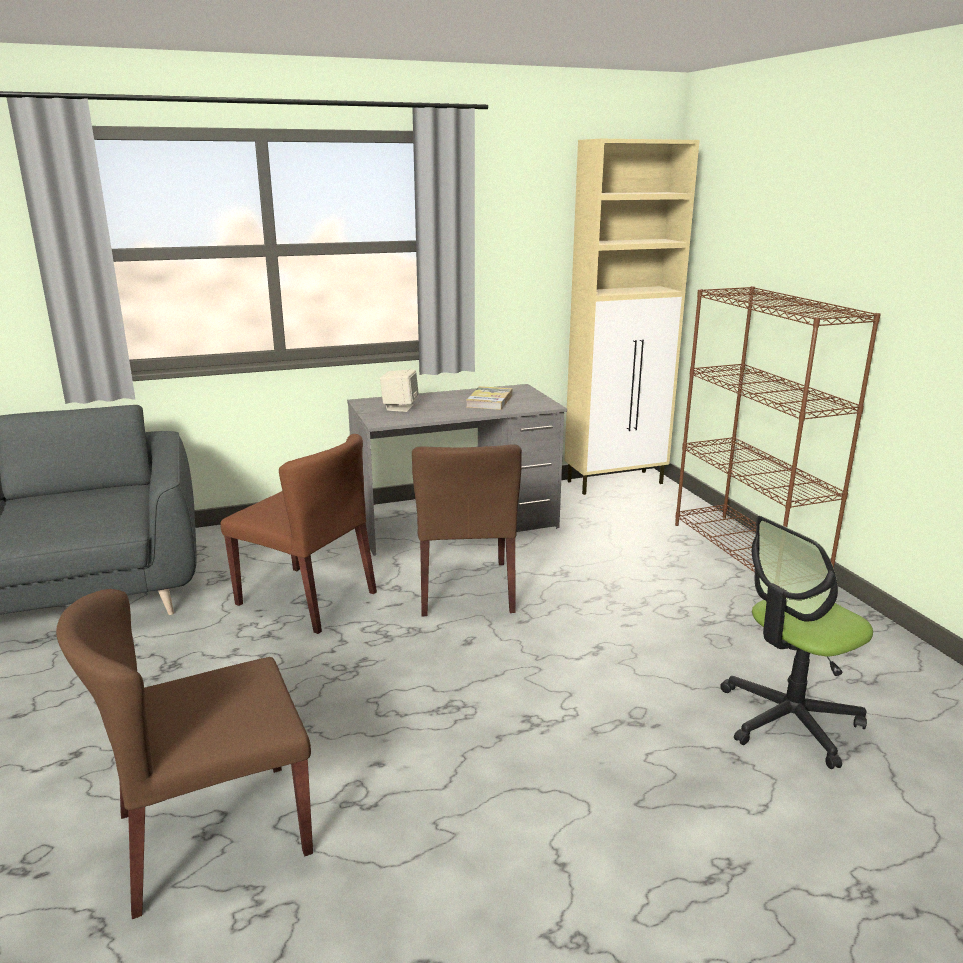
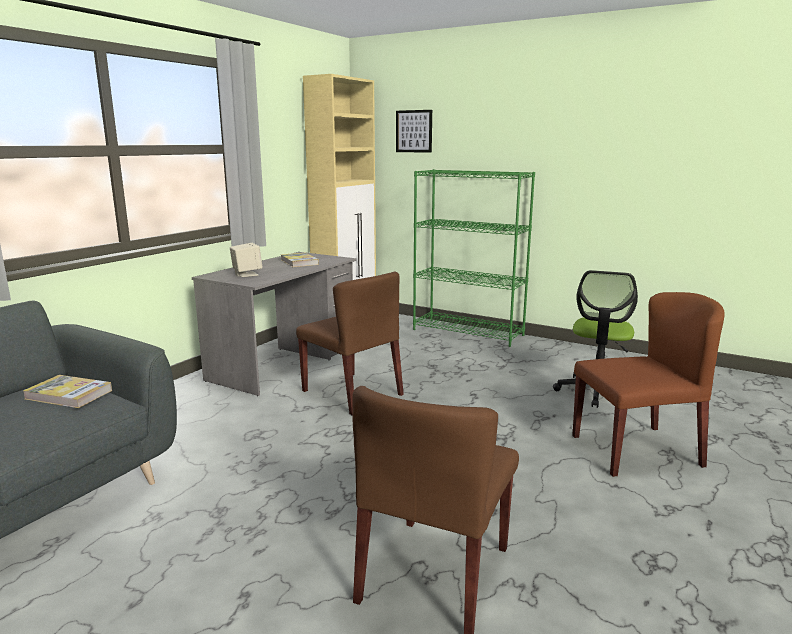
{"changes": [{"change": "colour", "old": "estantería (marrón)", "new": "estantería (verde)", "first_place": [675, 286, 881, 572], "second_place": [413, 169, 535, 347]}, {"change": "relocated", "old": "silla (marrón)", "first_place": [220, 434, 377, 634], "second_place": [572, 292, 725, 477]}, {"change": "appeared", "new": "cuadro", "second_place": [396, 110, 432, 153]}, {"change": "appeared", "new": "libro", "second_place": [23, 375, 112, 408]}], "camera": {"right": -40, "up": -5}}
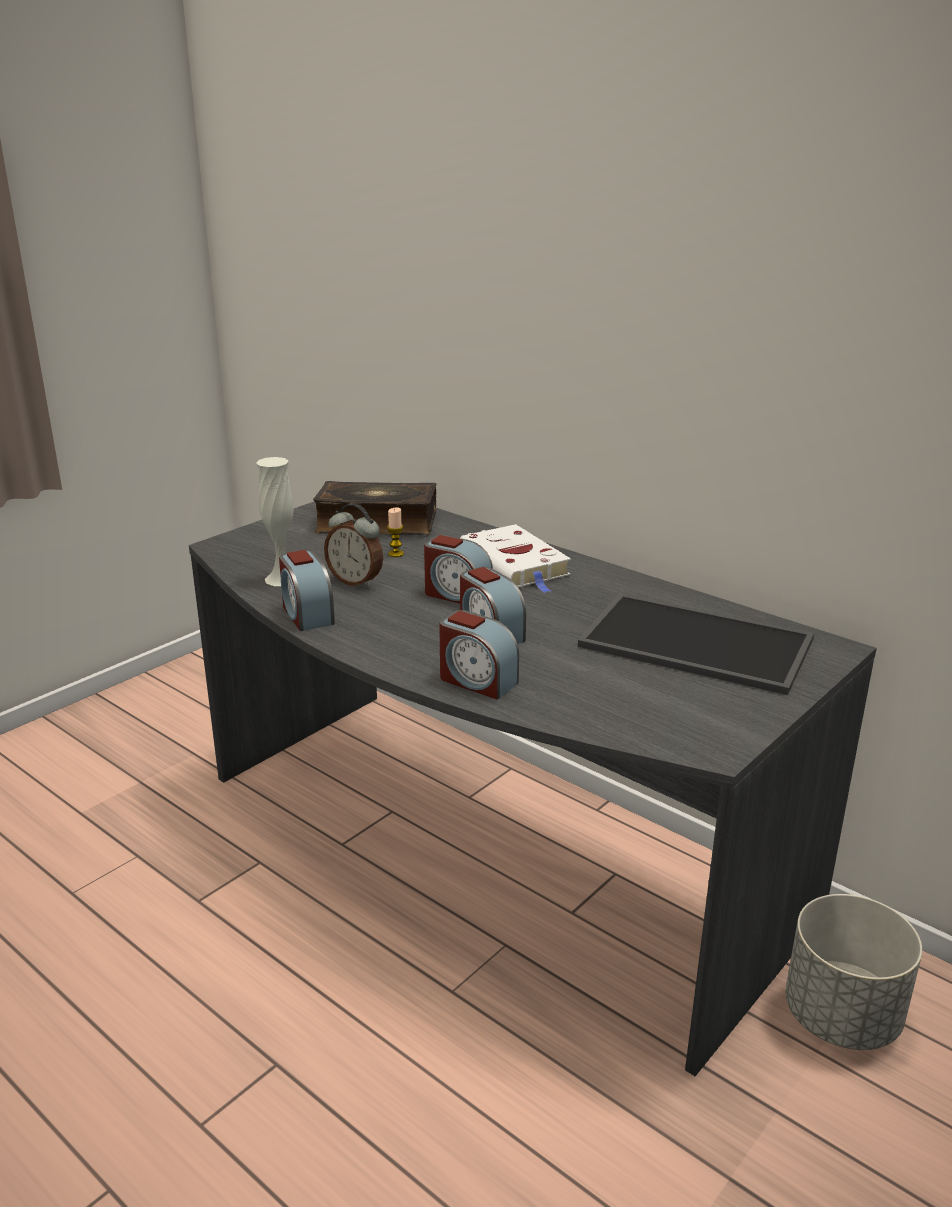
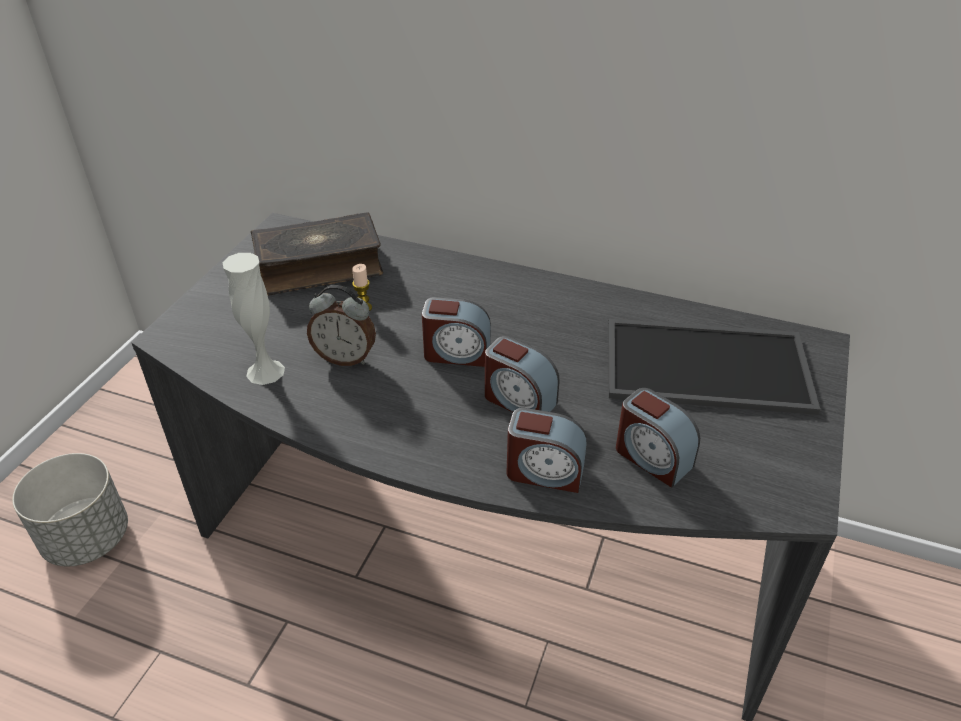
{"changes": [{"change": "missing", "old": "libro (blanco)", "first_place": [460, 524, 571, 593]}, {"change": "relocated", "old": "despertador", "first_place": [279, 550, 335, 631], "second_place": [616, 388, 700, 488]}, {"change": "relocated", "old": "maceta (gris)", "first_place": [786, 894, 922, 1050], "second_place": [12, 453, 128, 566]}], "camera": {"right": -20, "up": 15}}
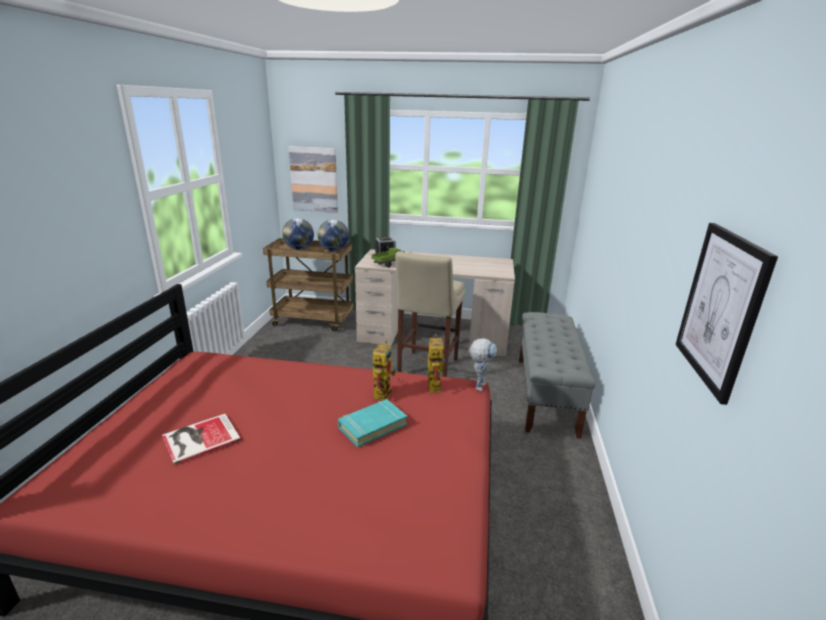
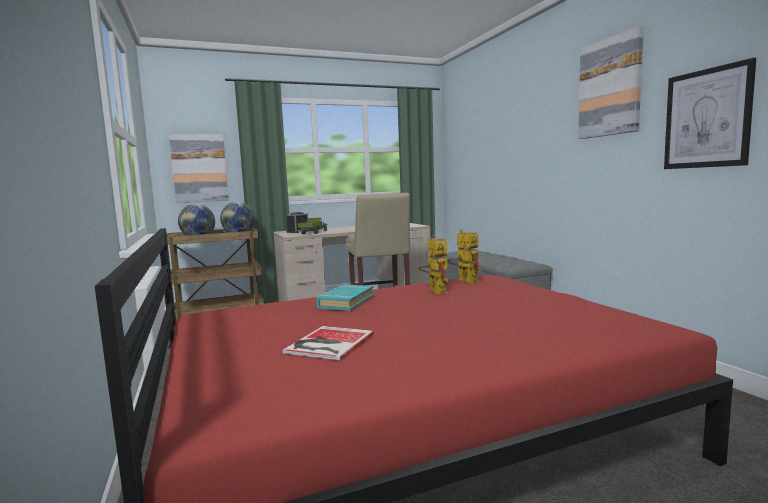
{"changes": [{"change": "missing", "old": "robot de juguete", "first_place": [470, 338, 497, 391]}, {"change": "relocated", "old": "libro (turquesa)", "first_place": [338, 399, 407, 447], "second_place": [316, 284, 374, 311]}, {"change": "appeared", "new": "cuadro", "second_place": [578, 26, 643, 139]}], "camera": {"right": -30, "up": -15}}
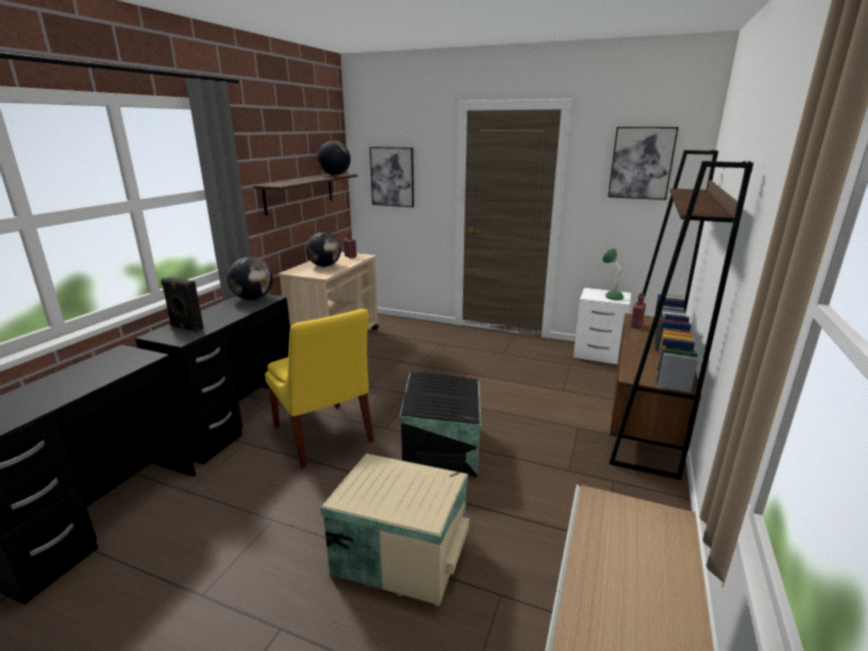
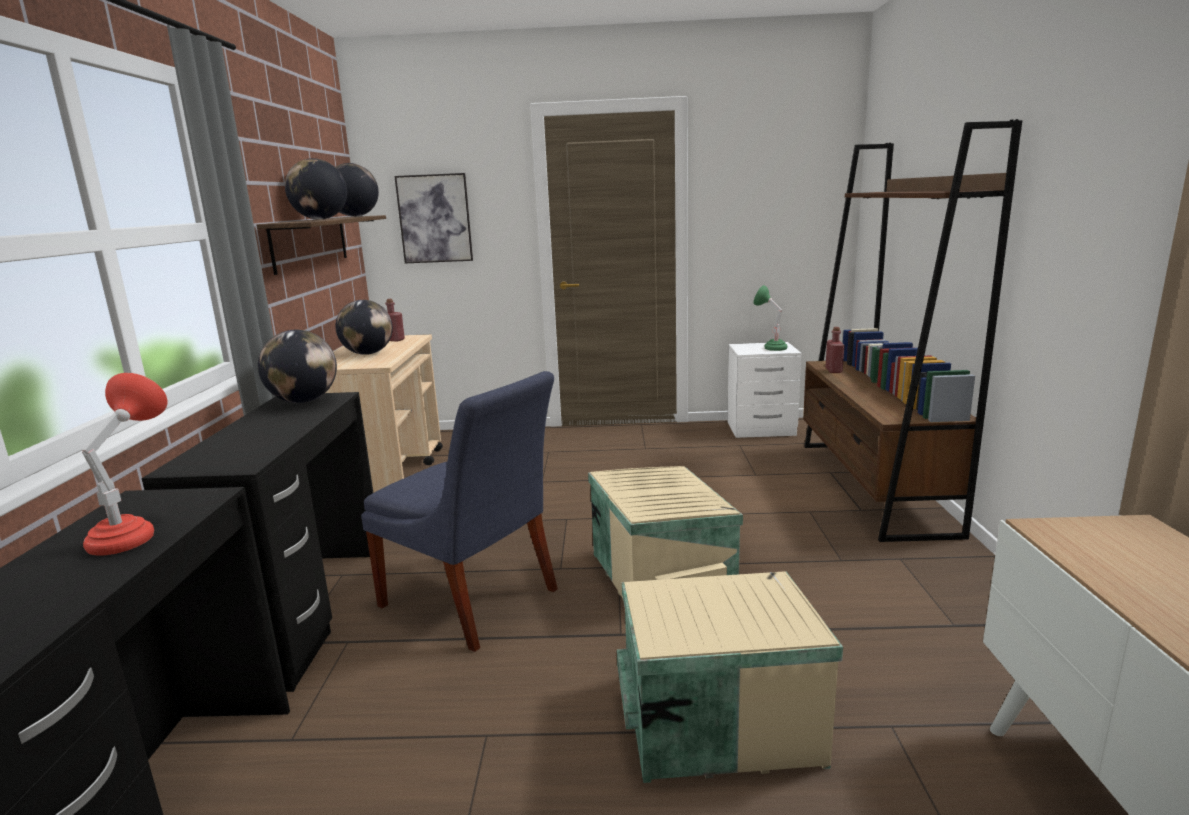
{"changes": [{"change": "missing", "old": "cuadro", "first_place": [608, 127, 679, 200]}, {"change": "missing", "old": "altavoz (negro)", "first_place": [161, 277, 204, 332]}, {"change": "colour", "old": "silla (amarillo)", "new": "silla (azul)", "first_place": [265, 309, 374, 468], "second_place": [361, 371, 558, 652]}, {"change": "colour", "old": "caja de almacenaje (negro)", "new": "caja de almacenaje (beis)", "first_place": [399, 372, 481, 477], "second_place": [588, 466, 743, 598]}, {"change": "appeared", "new": "globo terráqueo", "second_place": [285, 158, 347, 220]}, {"change": "appeared", "new": "lámpara de mesa (rojo)", "second_place": [82, 373, 168, 556]}], "camera": {"right": -20, "up": -5}}
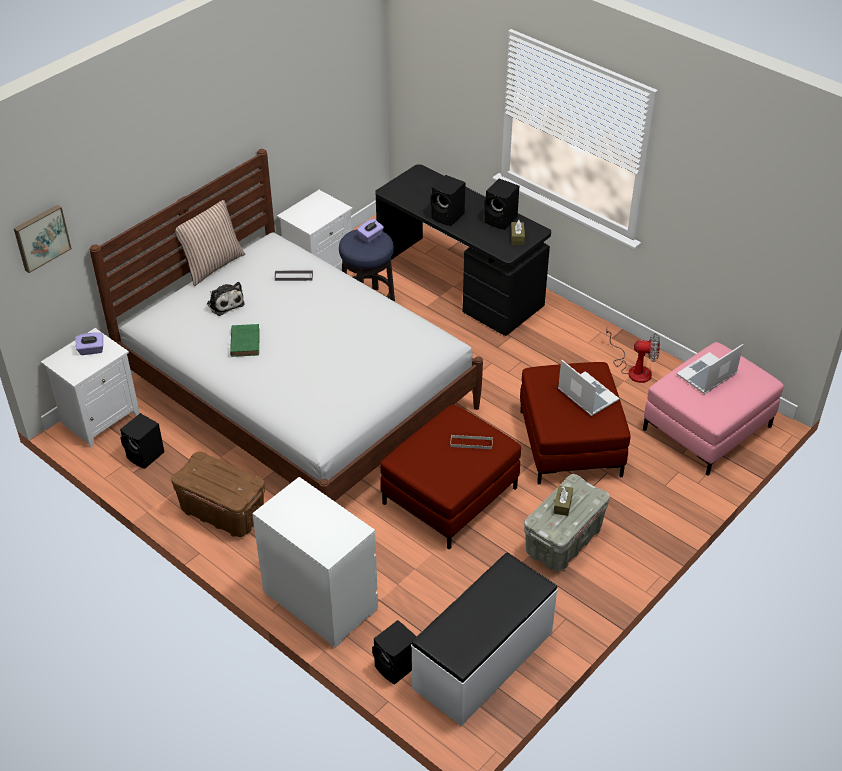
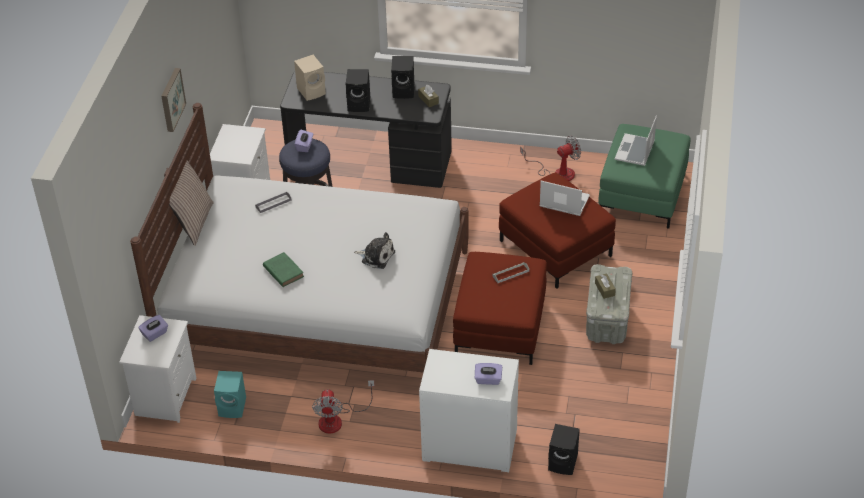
{"changes": [{"change": "relocated", "old": "cuadro", "first_place": [14, 205, 72, 273], "second_place": [161, 68, 186, 132]}, {"change": "relocated", "old": "peluche", "first_place": [207, 282, 244, 316], "second_place": [354, 232, 395, 269]}, {"change": "colour", "old": "puf (rosa)", "new": "puf (verde)", "first_place": [643, 342, 784, 476], "second_place": [598, 124, 691, 229]}, {"change": "colour", "old": "altavoz (negro)", "new": "altavoz (turquesa)", "first_place": [120, 413, 164, 469], "second_place": [214, 371, 246, 418]}, {"change": "exchanged", "old": "caja de almacenaje (marrón)", "new": "ventilador", "first_place": [171, 451, 265, 537], "second_place": [312, 380, 375, 434]}, {"change": "missing", "old": "banco (blanco)", "first_place": [411, 553, 558, 726]}, {"change": "appeared", "new": "altavoz (beis)", "second_place": [294, 55, 326, 101]}, {"change": "appeared", "new": "caja de pañuelos (morado)", "second_place": [475, 363, 502, 385]}], "camera": {"right": -30, "up": 0}}
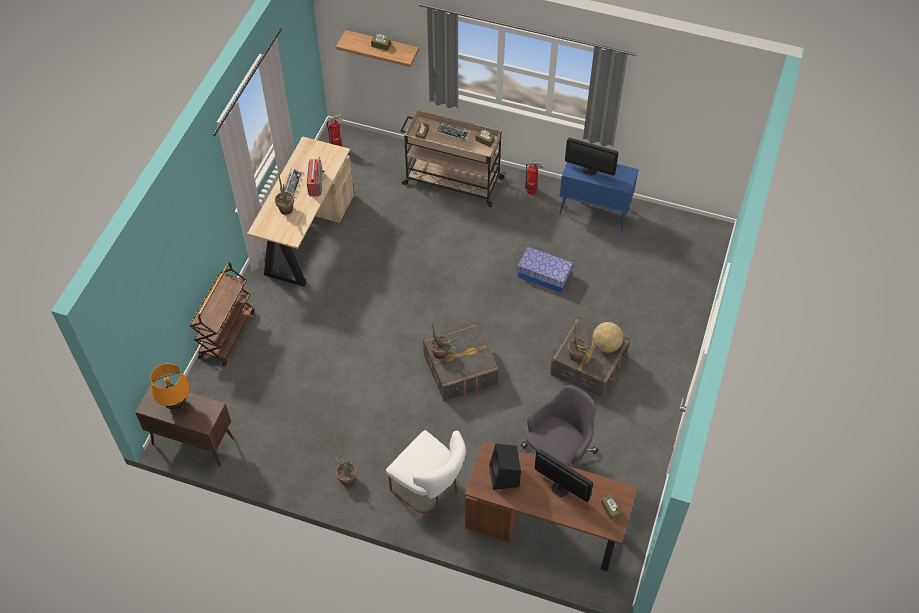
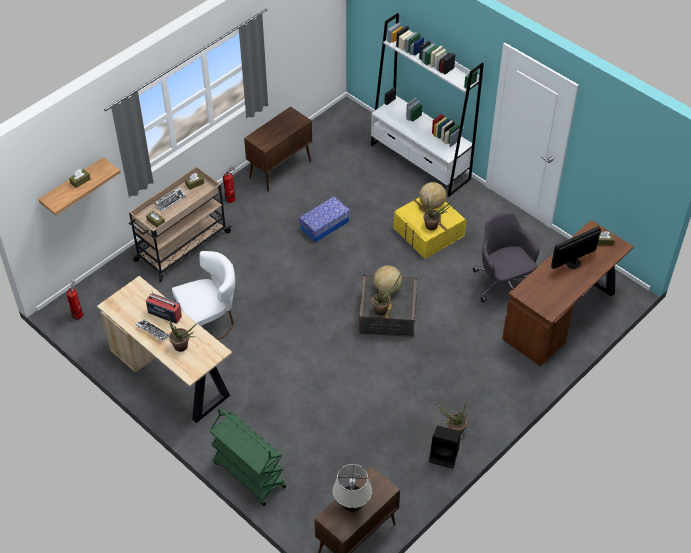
{"changes": [{"change": "missing", "old": "monitor", "first_place": [565, 138, 619, 176]}, {"change": "colour", "old": "armario (azul)", "new": "armario (marrón)", "first_place": [559, 162, 639, 231], "second_place": [244, 106, 312, 191]}, {"change": "colour", "old": "carrito (marrón)", "new": "carrito (verde)", "first_place": [190, 262, 255, 366], "second_place": [209, 408, 286, 506]}, {"change": "colour", "old": "caja de almacenaje (gris)", "new": "caja de almacenaje (amarillo)", "first_place": [550, 317, 630, 398], "second_place": [393, 198, 466, 259]}, {"change": "colour", "old": "lámpara de mesa (naranja)", "new": "lámpara de mesa (beis)", "first_place": [150, 363, 190, 410], "second_place": [333, 464, 372, 512]}, {"change": "relocated", "old": "silla (blanco)", "first_place": [386, 430, 466, 513], "second_place": [172, 251, 235, 340]}, {"change": "relocated", "old": "altavoz (negro)", "first_place": [489, 444, 521, 490], "second_place": [429, 426, 461, 469]}, {"change": "appeared", "new": "estantería (blanco)", "second_place": [371, 13, 484, 197]}, {"change": "appeared", "new": "globo terráqueo", "second_place": [374, 265, 402, 294]}], "camera": {"right": -65, "up": -5}}
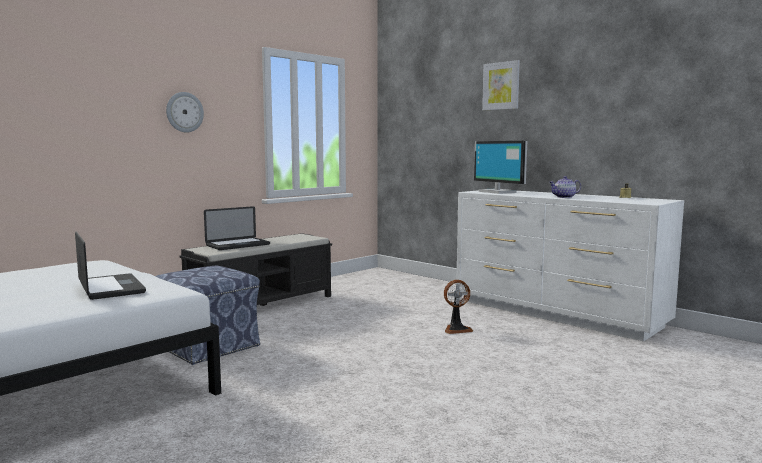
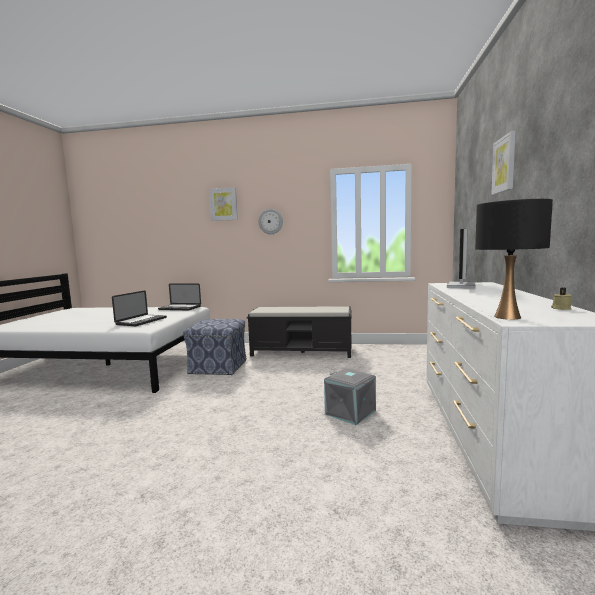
{"changes": [{"change": "missing", "old": "tetera", "first_place": [549, 176, 581, 198]}, {"change": "relocated", "old": "portátil", "first_place": [204, 206, 270, 250], "second_place": [158, 284, 201, 311]}, {"change": "exchanged", "old": "ventilador", "new": "caja de almacenaje (gris)", "first_place": [444, 280, 473, 334], "second_place": [324, 368, 376, 425]}, {"change": "appeared", "new": "cuadro", "second_place": [209, 187, 238, 221]}, {"change": "appeared", "new": "lámpara de mesa (negro)", "second_place": [475, 199, 553, 320]}], "camera": {"right": 55, "up": 0}}
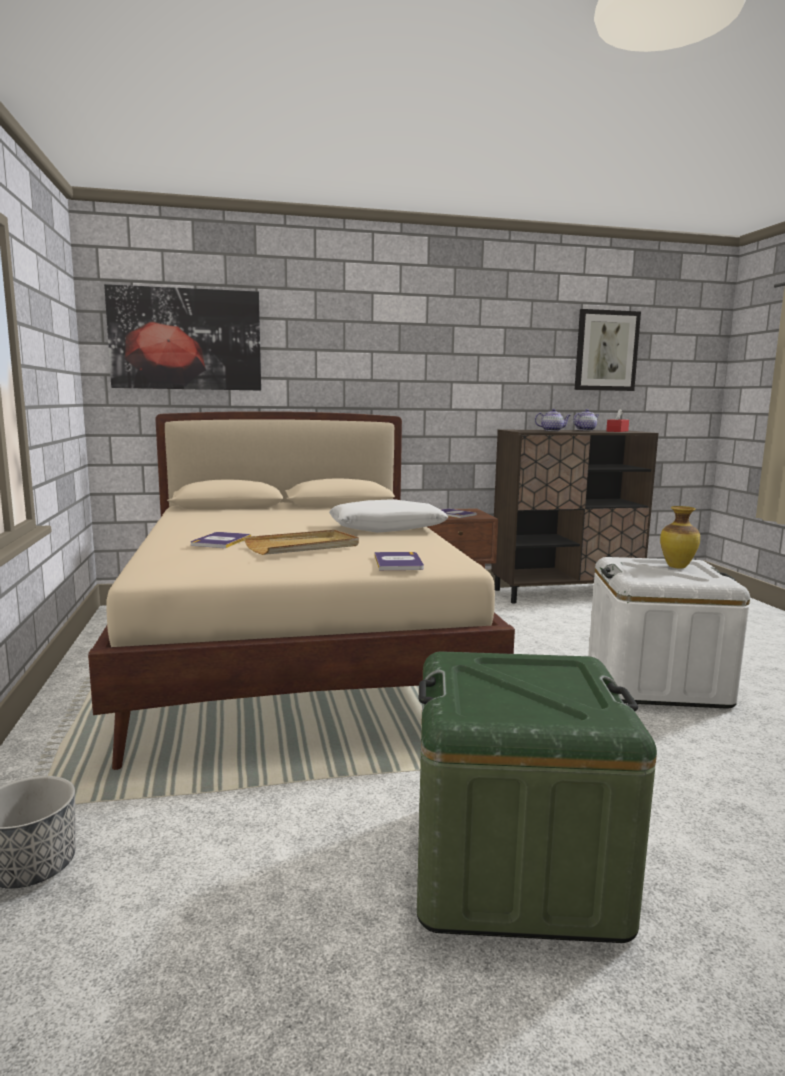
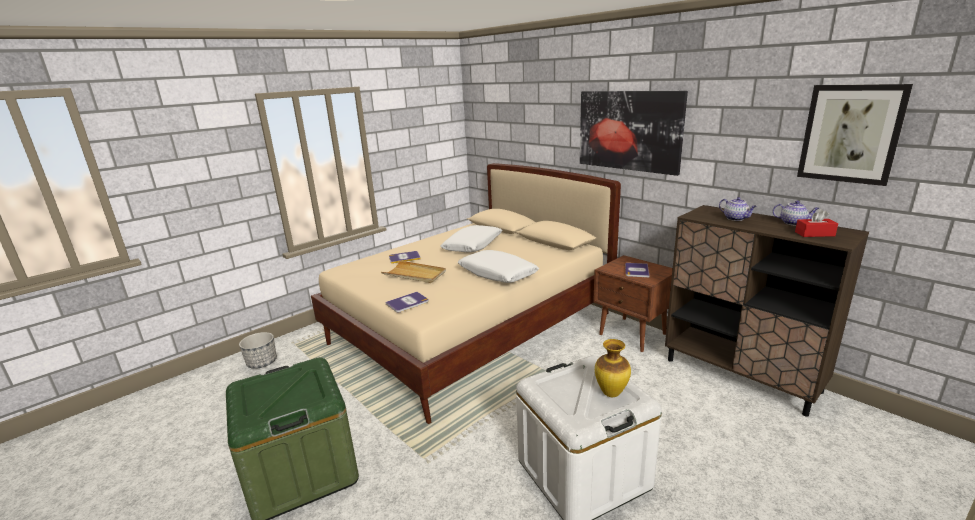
{"changes": [{"change": "relocated", "old": "cuadro", "first_place": [104, 284, 261, 391], "second_place": [580, 91, 688, 176]}, {"change": "appeared", "new": "cojín (blanco)", "second_place": [440, 225, 502, 252]}], "camera": {"right": 60, "up": 10}}
